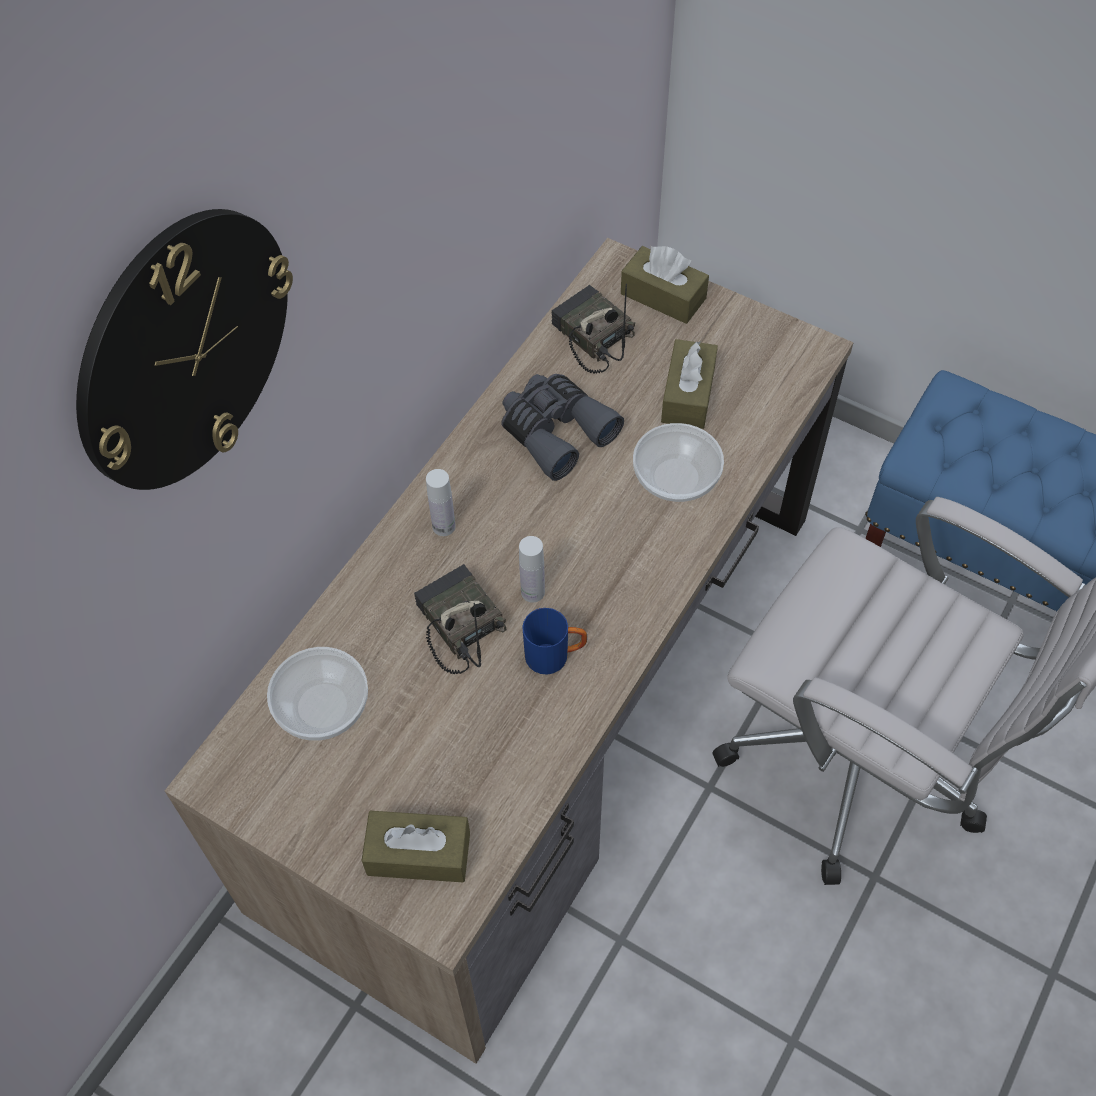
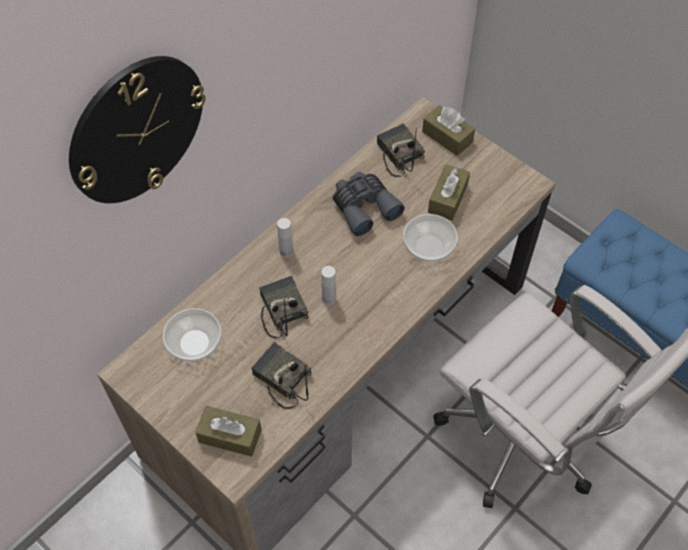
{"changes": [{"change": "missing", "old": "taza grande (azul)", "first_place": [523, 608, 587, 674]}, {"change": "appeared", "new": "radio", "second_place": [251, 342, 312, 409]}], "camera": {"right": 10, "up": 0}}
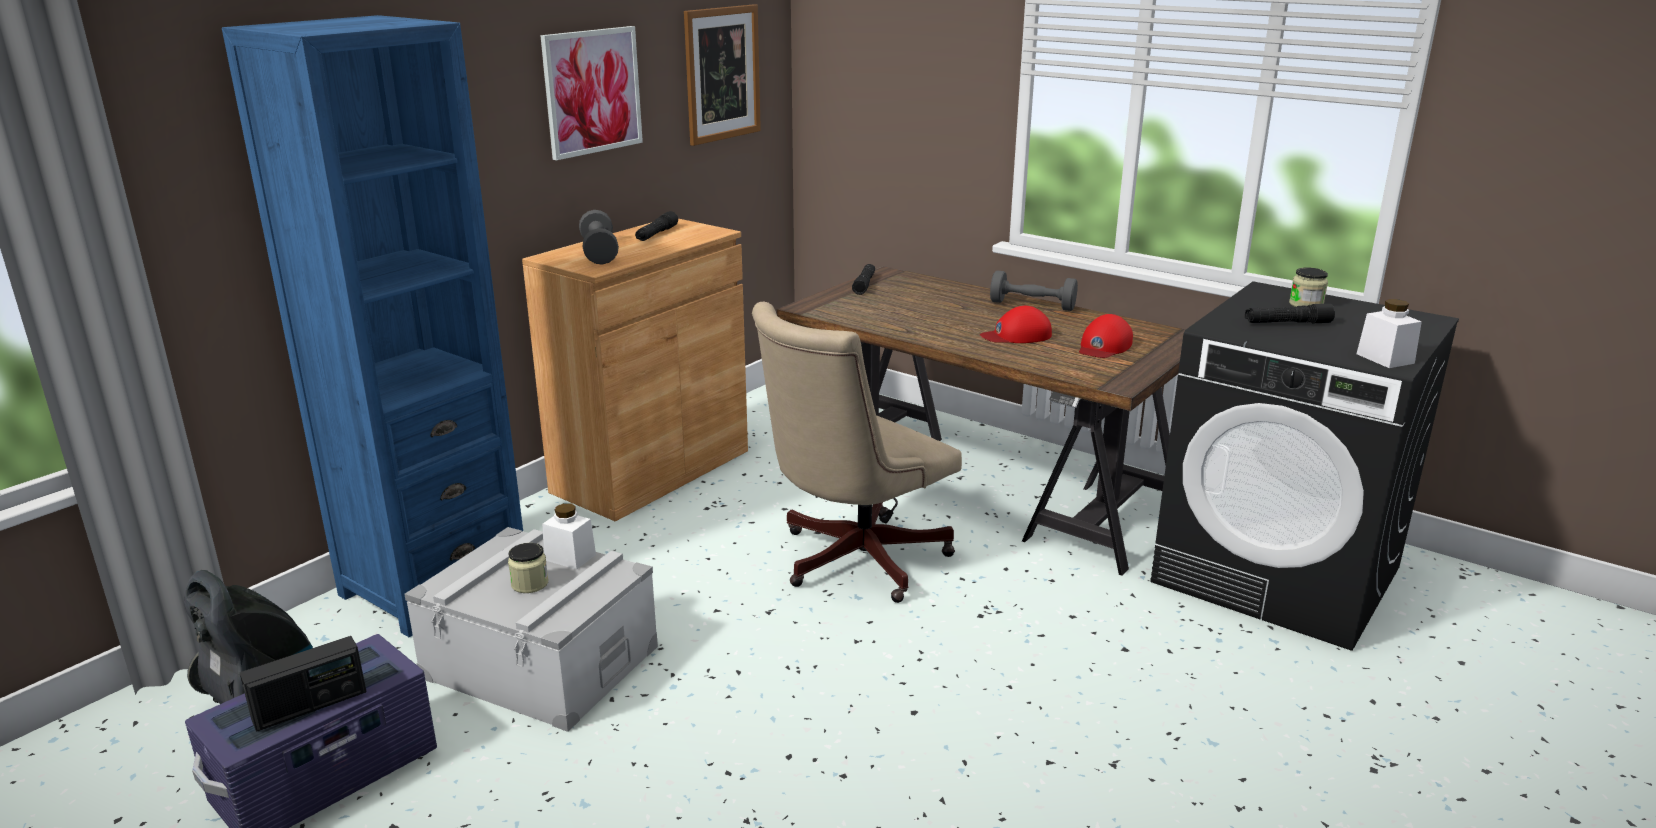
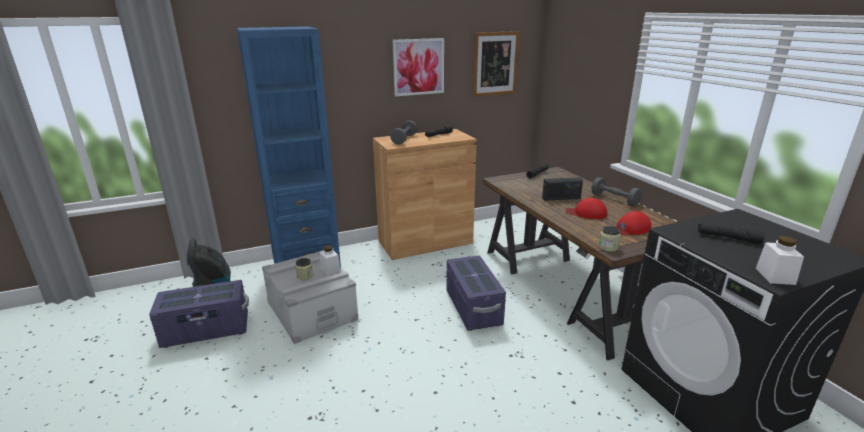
{"changes": [{"change": "relocated", "old": "tarro", "first_place": [1289, 267, 1328, 307], "second_place": [599, 226, 621, 252]}, {"change": "exchanged", "old": "silla de oficina (beis)", "new": "caja de almacenaje (morado)", "first_place": [752, 301, 962, 603], "second_place": [446, 256, 506, 331]}, {"change": "relocated", "old": "radio", "first_place": [240, 636, 366, 732], "second_place": [542, 177, 583, 201]}], "camera": {"right": 30, "up": 0}}
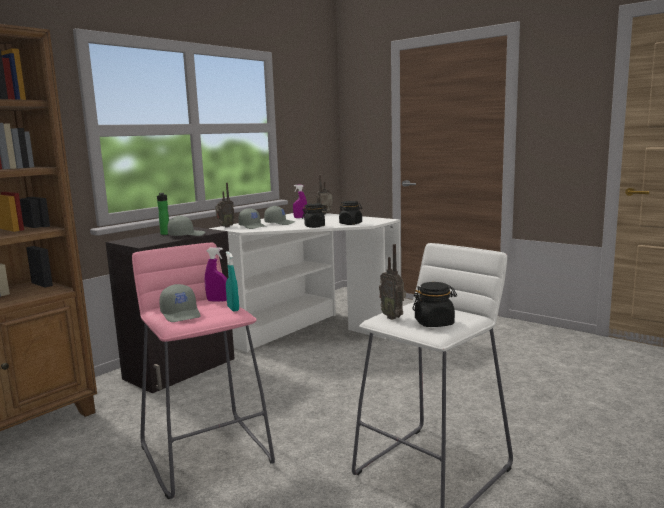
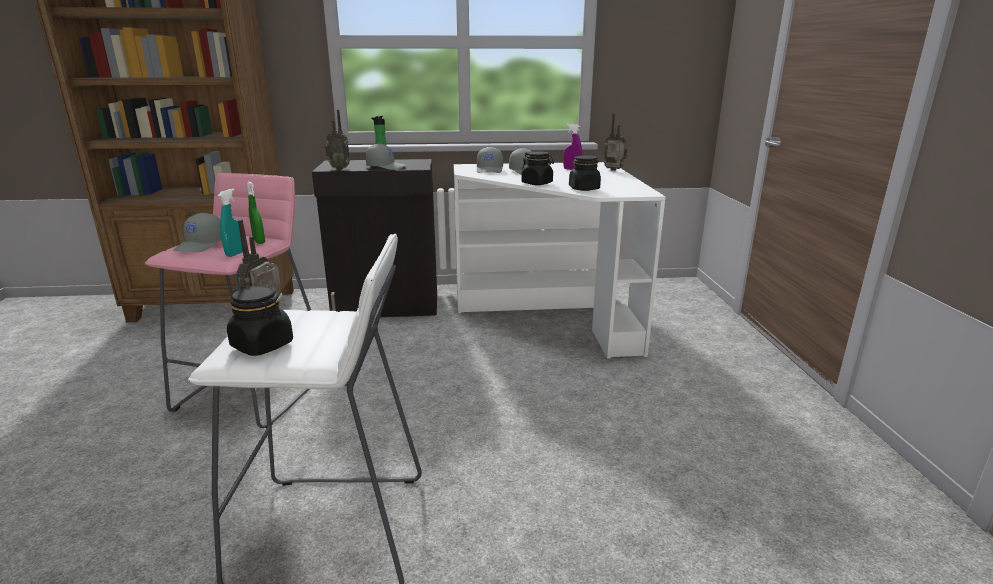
{"changes": [{"change": "relocated", "old": "radio", "first_place": [215, 183, 235, 228], "second_place": [325, 110, 350, 169]}, {"change": "colour", "old": "pulverizador (morado)", "new": "pulverizador (verde)", "first_place": [205, 247, 227, 302], "second_place": [247, 181, 265, 244]}], "camera": {"right": 45, "up": 10}}
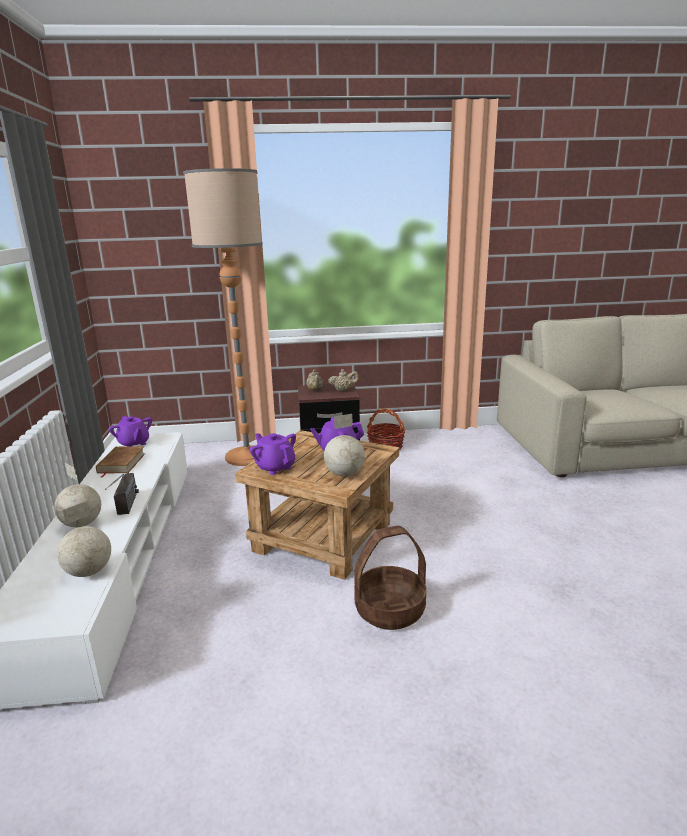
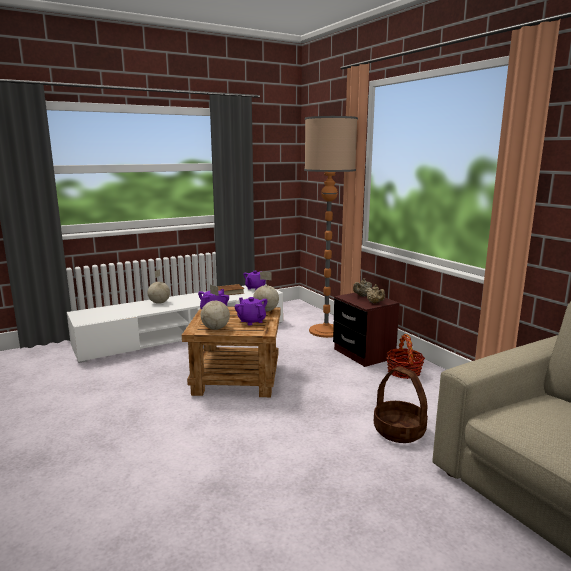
{"changes": [{"change": "missing", "old": "radio", "first_place": [105, 473, 139, 515]}, {"change": "relocated", "old": "globo terráqueo", "first_place": [57, 501, 111, 577], "second_place": [253, 271, 279, 311]}, {"change": "relocated", "old": "cesta", "first_place": [354, 526, 427, 630], "second_place": [374, 366, 428, 443]}], "camera": {"right": 65, "up": -5}}
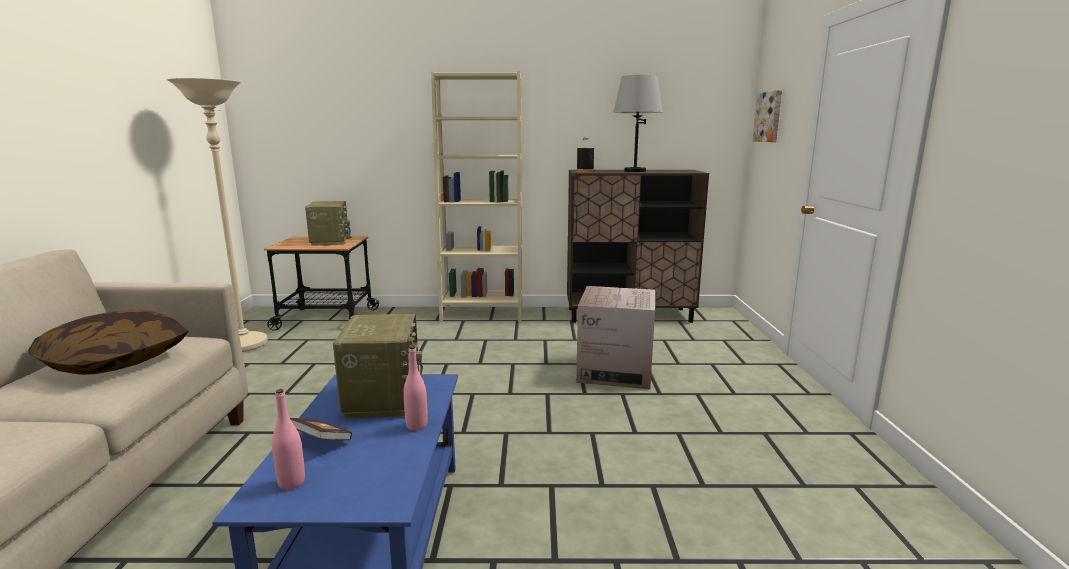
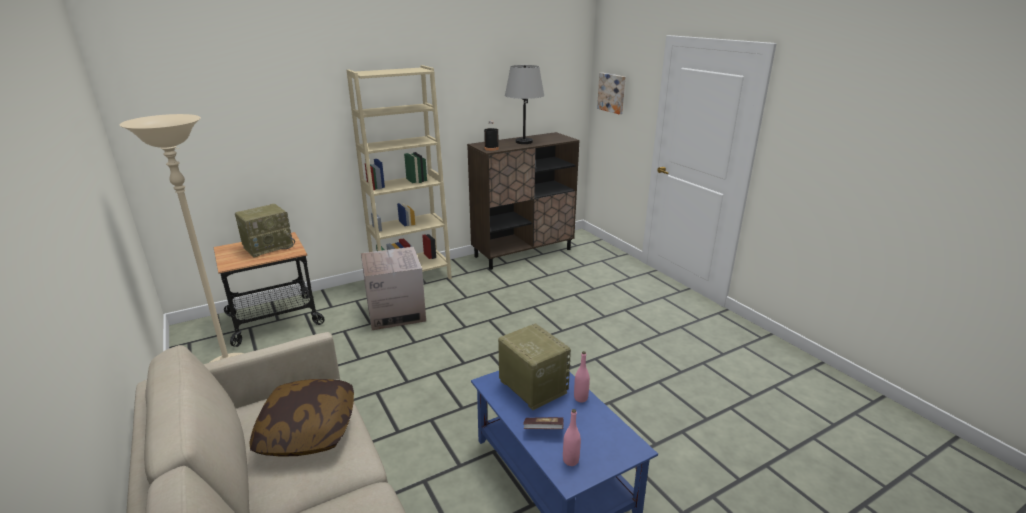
{"changes": [{"change": "spun", "old": "radio", "first_place": [305, 201, 351, 246], "second_place": [235, 204, 295, 257], "degrees": 90}, {"change": "relocated", "old": "caja de cartón", "first_place": [576, 286, 655, 389], "second_place": [361, 247, 426, 330]}], "camera": {"right": -30, "up": 10}}
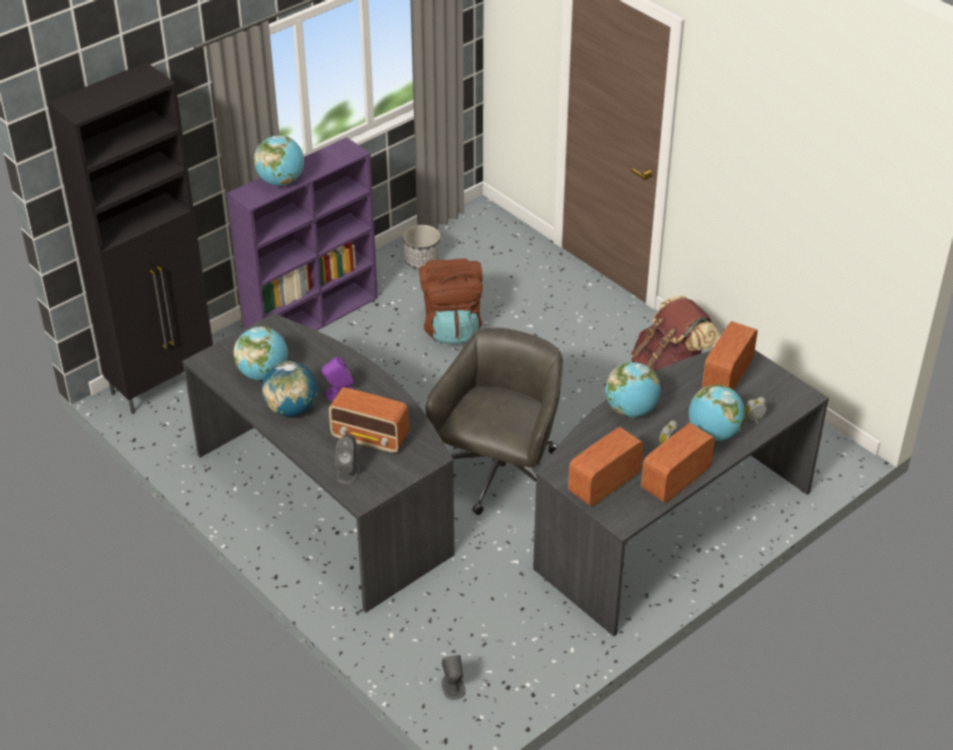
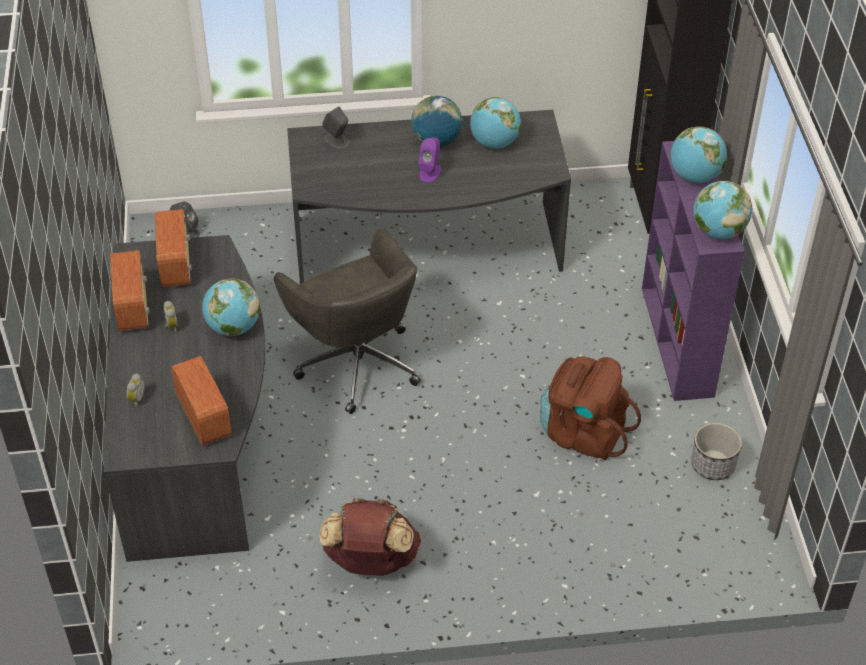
{"changes": [{"change": "relocated", "old": "globo terráqueo", "first_place": [688, 385, 745, 441], "second_place": [693, 181, 752, 239]}, {"change": "missing", "old": "radio", "first_place": [329, 387, 409, 453]}], "camera": {"right": 125, "up": 5}}
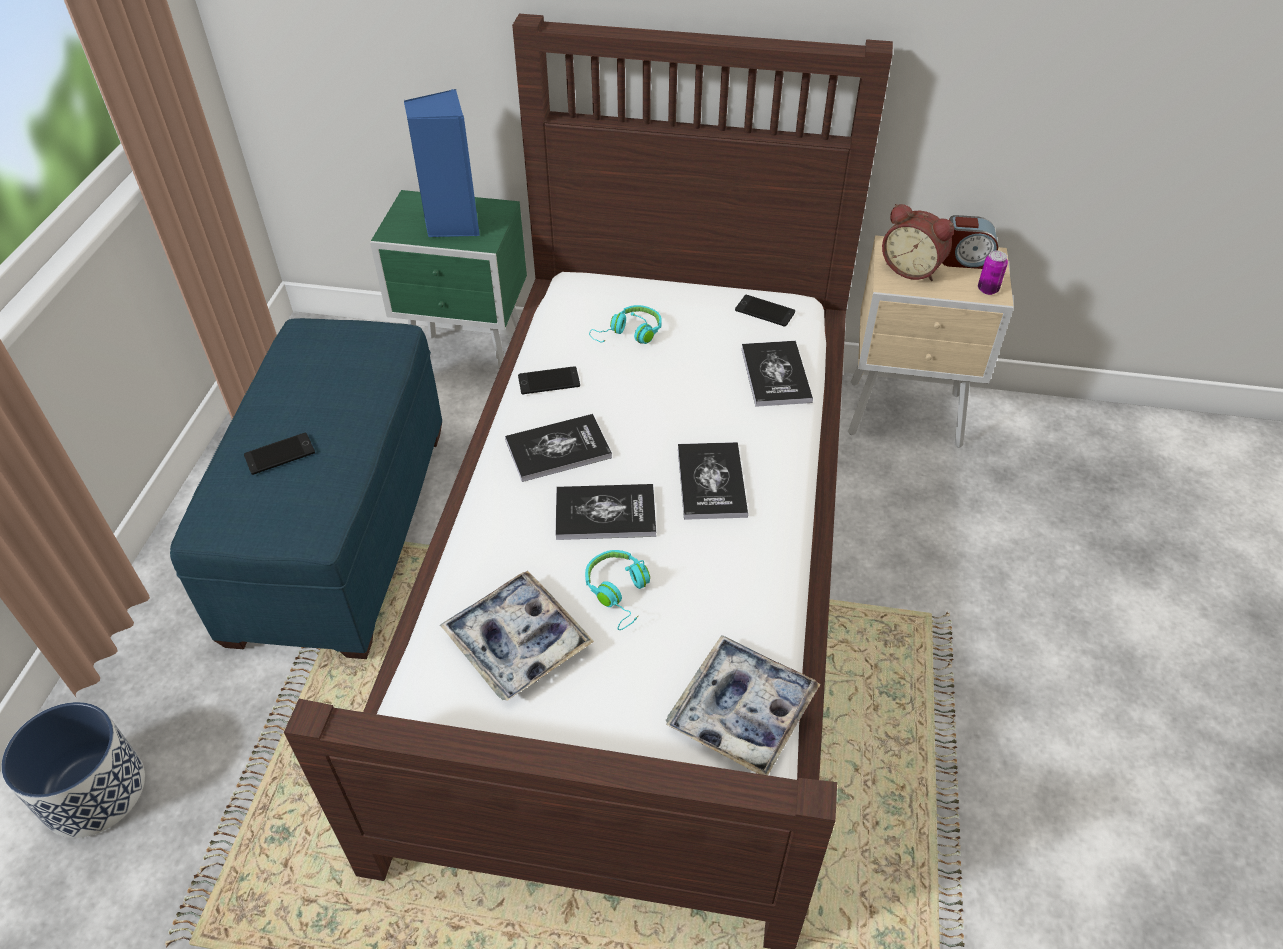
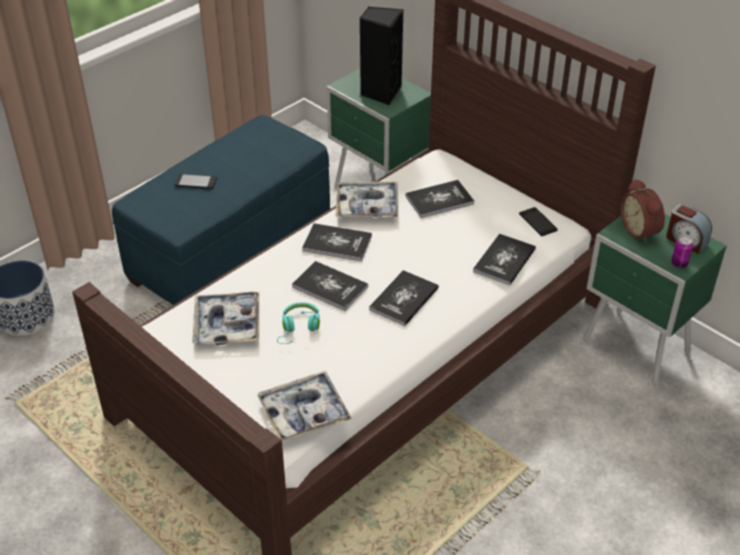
{"changes": [{"change": "colour", "old": "altavoz (azul)", "new": "altavoz (negro)", "first_place": [404, 89, 480, 237], "second_place": [360, 7, 403, 105]}, {"change": "colour", "old": "mesita de noche (beis)", "new": "mesita de noche (verde)", "first_place": [848, 235, 1014, 448], "second_place": [583, 214, 727, 385]}, {"change": "exchanged", "old": "auriculares (turquesa)", "new": "libro", "first_place": [589, 305, 662, 344], "second_place": [405, 180, 474, 218]}, {"change": "exchanged", "old": "móvil", "new": "bandeja", "first_place": [518, 366, 580, 395], "second_place": [335, 182, 398, 217]}], "camera": {"right": 35, "up": -5}}
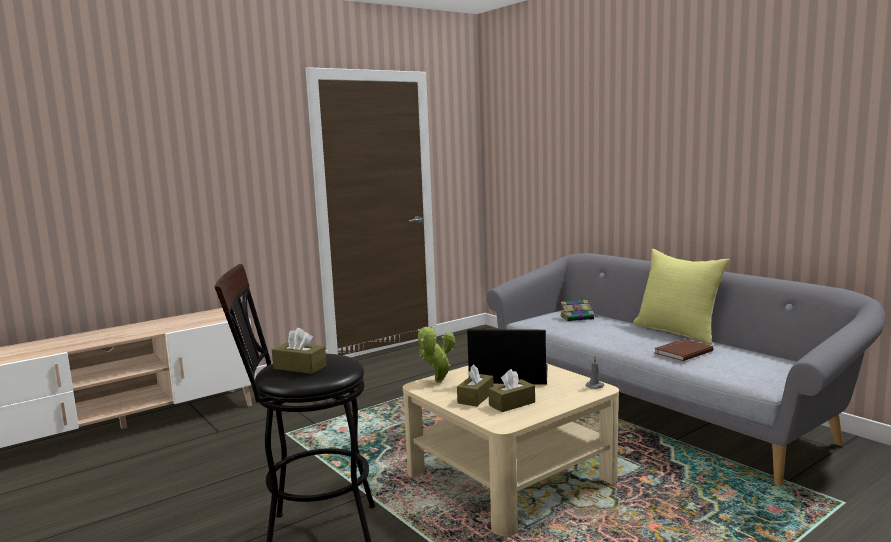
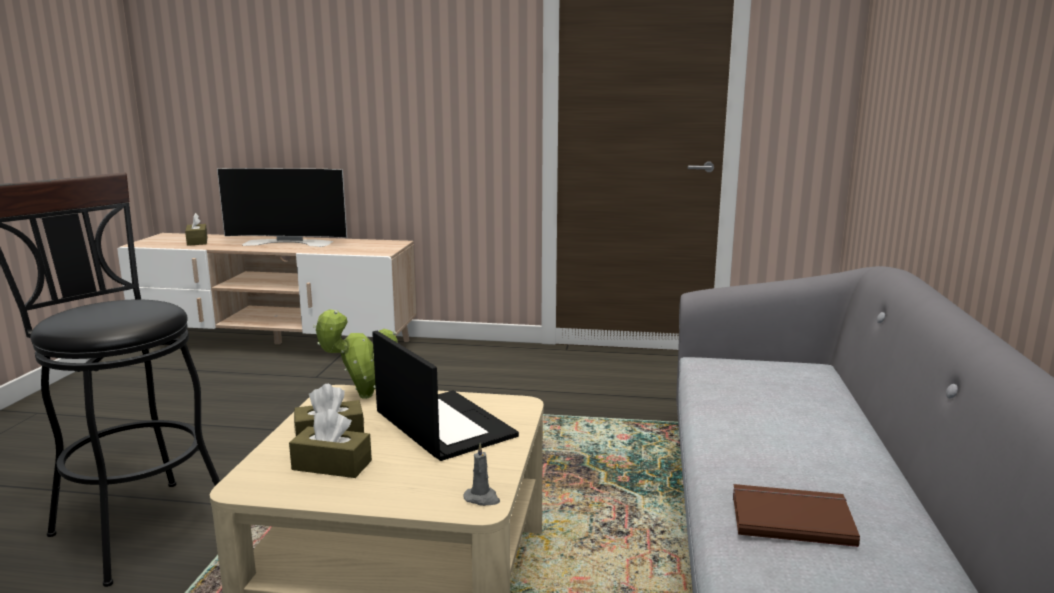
{"changes": [{"change": "missing", "old": "cojín (amarillo)", "first_place": [633, 249, 730, 345]}, {"change": "missing", "old": "libro", "first_place": [560, 300, 598, 321]}, {"change": "relocated", "old": "caja de pañuelos (marrón)", "first_place": [272, 328, 327, 374], "second_place": [185, 213, 208, 246]}, {"change": "appeared", "new": "televisor", "second_place": [217, 168, 347, 247]}], "camera": {"right": 45, "up": 5}}
